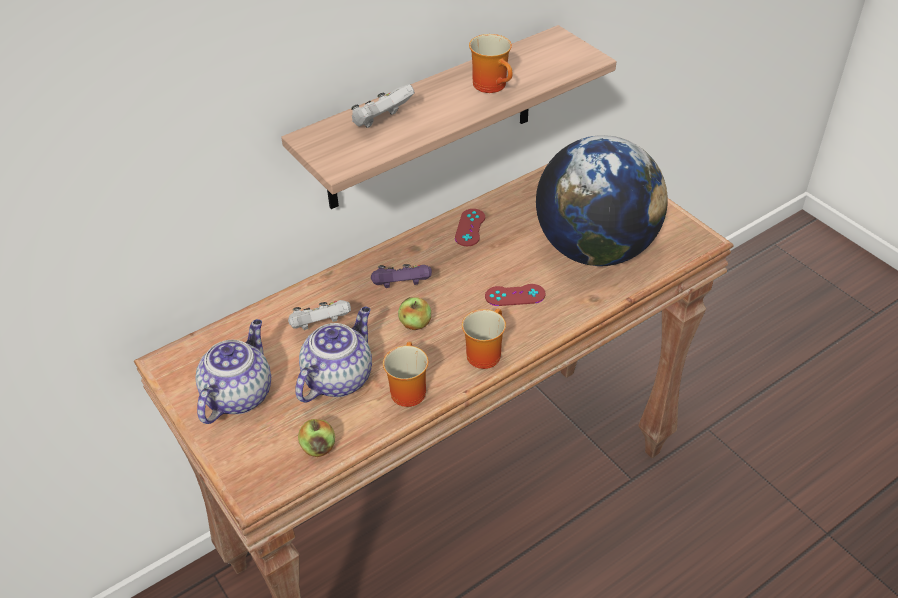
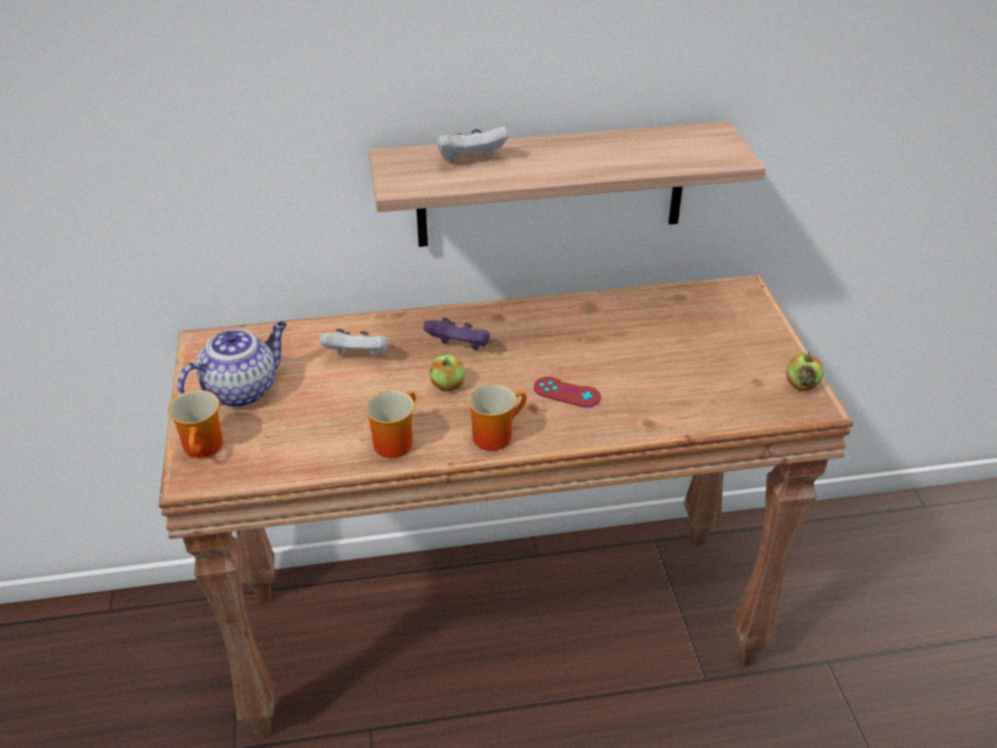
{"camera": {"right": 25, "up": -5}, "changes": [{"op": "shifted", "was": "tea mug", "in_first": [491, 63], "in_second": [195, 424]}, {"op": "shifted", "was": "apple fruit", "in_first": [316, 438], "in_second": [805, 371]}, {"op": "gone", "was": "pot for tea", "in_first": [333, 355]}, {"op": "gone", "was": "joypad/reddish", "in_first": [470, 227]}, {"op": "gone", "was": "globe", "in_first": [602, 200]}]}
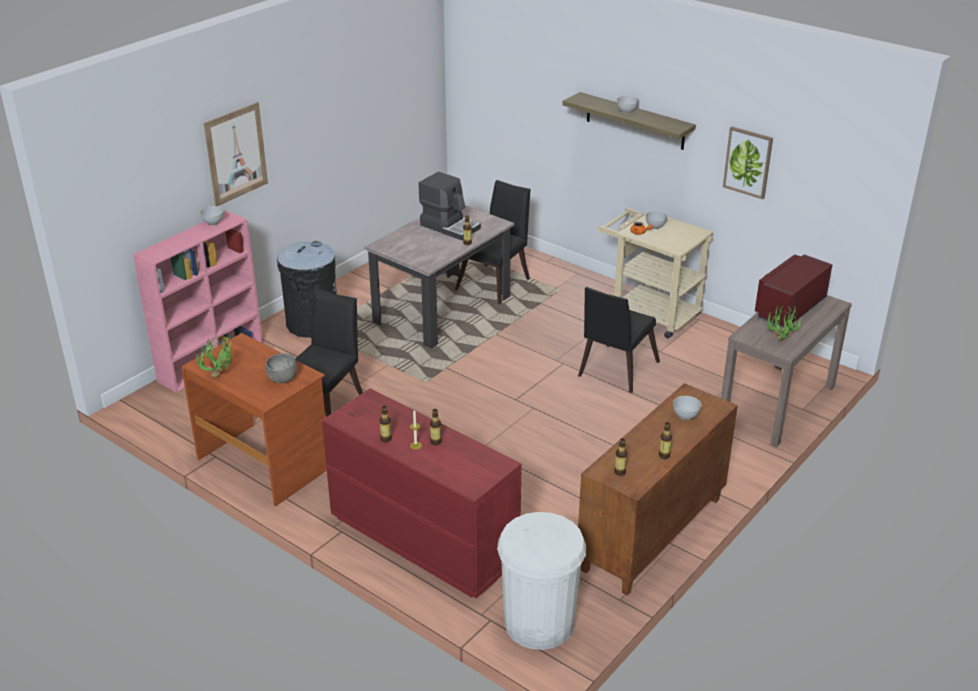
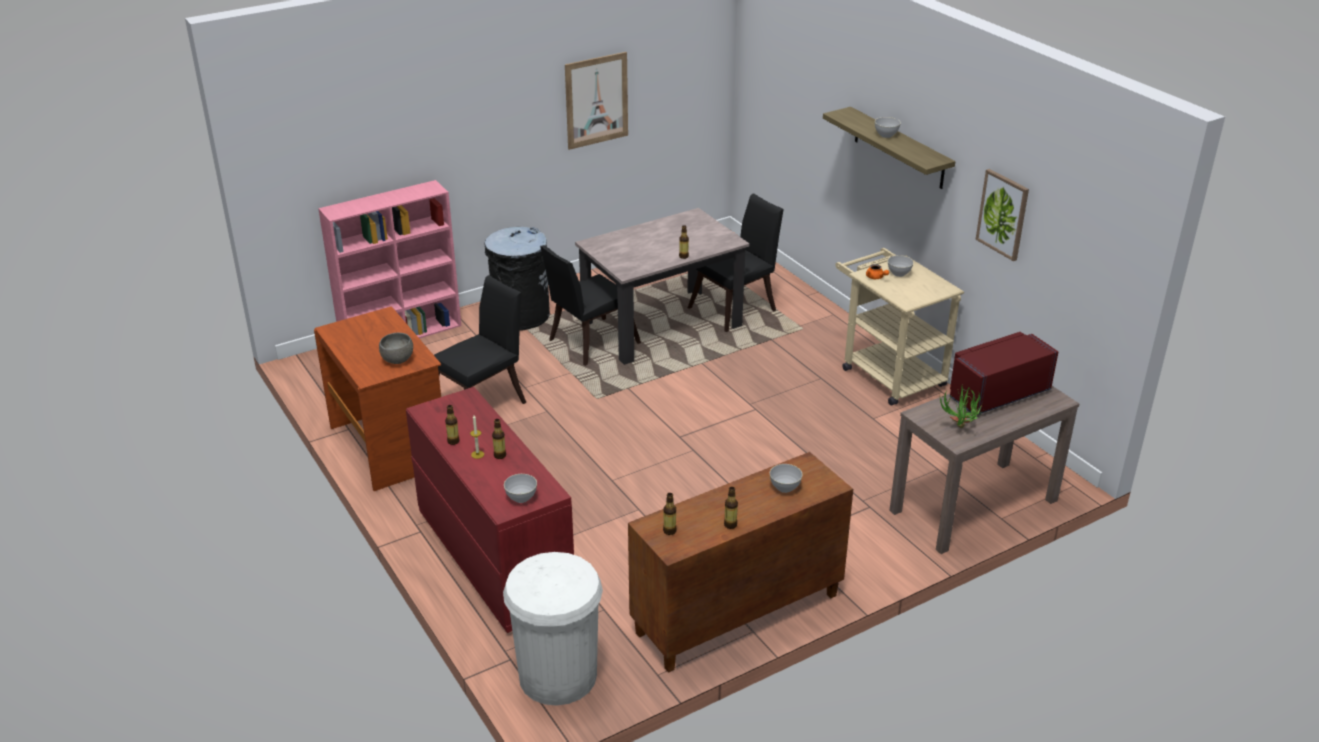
{"camera": {"right": 20, "up": 0}, "changes": [{"op": "shifted", "was": "serving bowl/gray", "in_first": [212, 215], "in_second": [520, 488]}, {"op": "shifted", "was": "chair/black-coloured", "in_first": [619, 340], "in_second": [590, 305]}, {"op": "shifted", "was": "wall art", "in_first": [236, 154], "in_second": [596, 101]}, {"op": "gone", "was": "houseplant", "in_first": [214, 356]}, {"op": "gone", "was": "coffee maker", "in_first": [450, 206]}]}
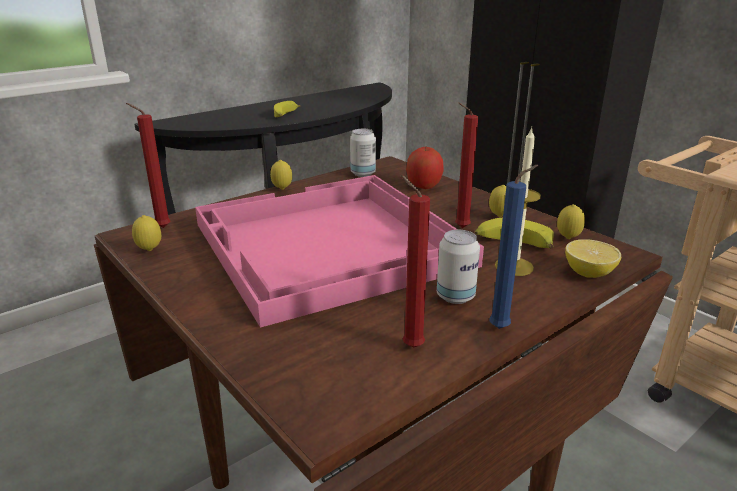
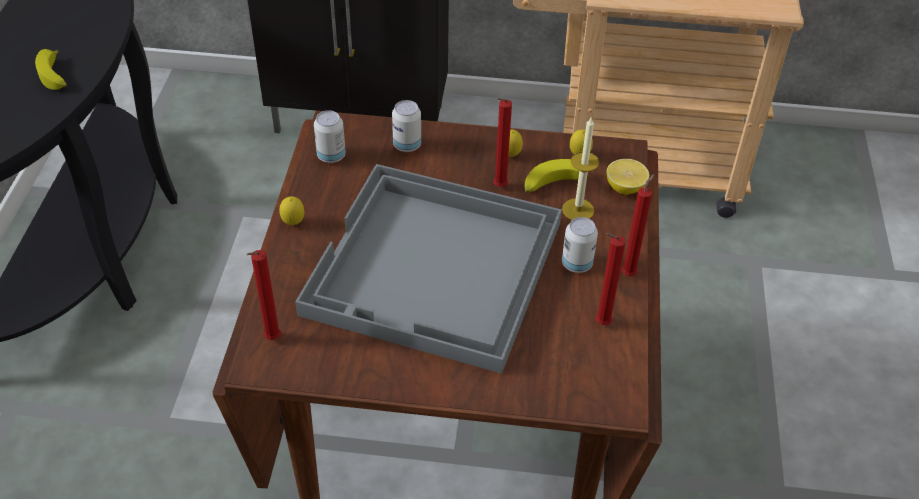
{"camera": {"right": -45, "up": 20}, "changes": [{"op": "repainted", "was": "tray/pinkish", "now": "tray/gray", "in_first": [339, 251], "in_second": [428, 269]}, {"op": "swapped", "was": "apple fruit", "now": "can", "in_first": [425, 168], "in_second": [406, 126]}, {"op": "repainted", "was": "wax candle/blue", "now": "wax candle/reddish", "in_first": [513, 247], "in_second": [638, 225]}, {"op": "gone", "was": "citrus fruit", "in_first": [146, 233]}]}
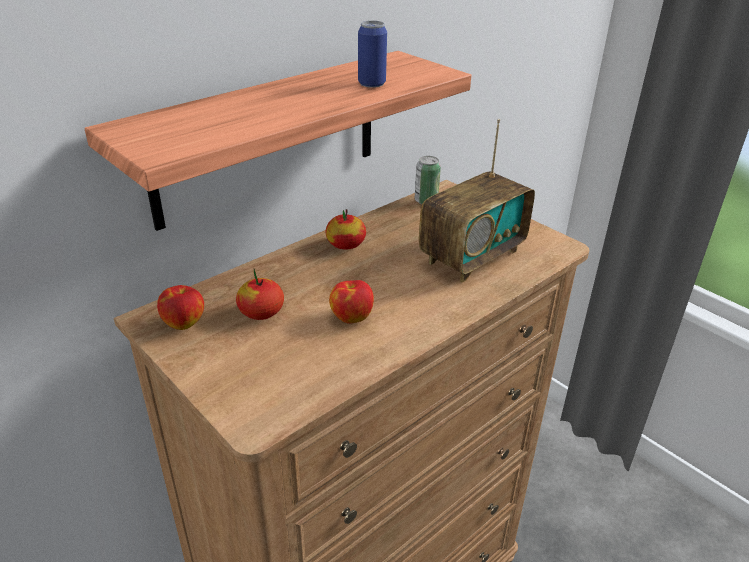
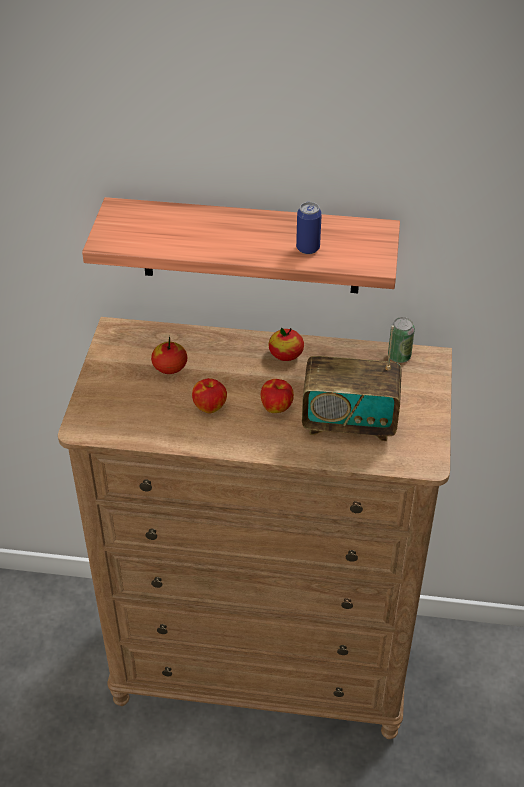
{"camera": {"right": 50, "up": 10}, "changes": [{"op": "shifted", "was": "apple fruit", "in_first": [180, 307], "in_second": [277, 396]}]}
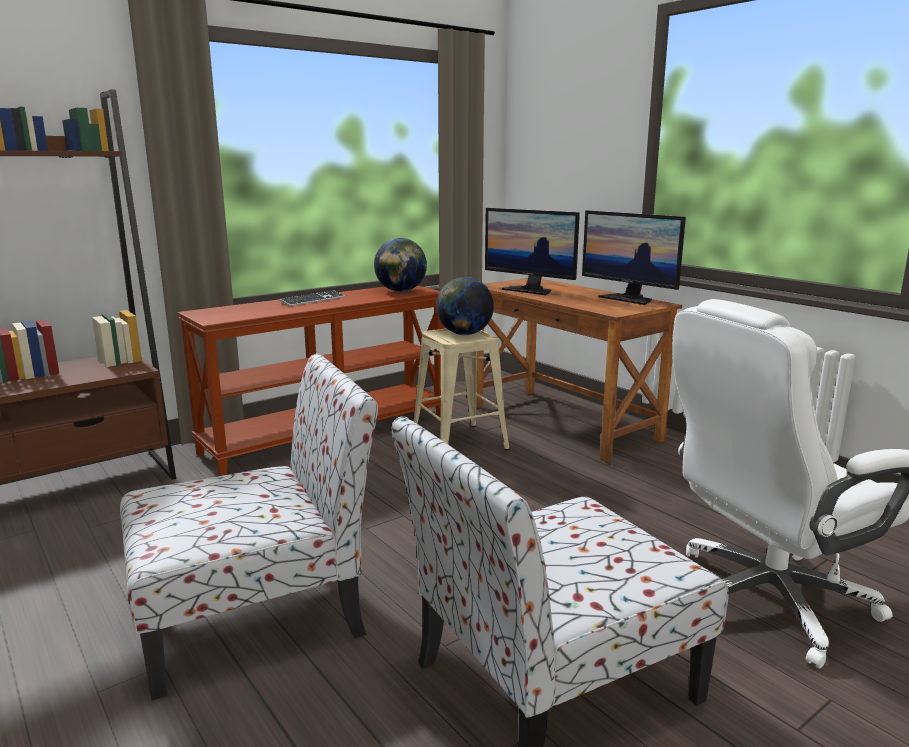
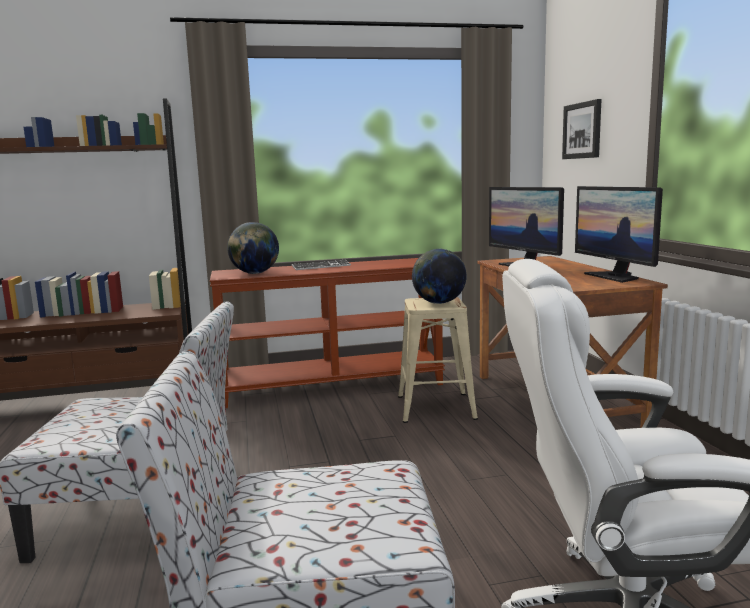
{"camera": {"right": 25, "up": -5}, "changes": [{"op": "shifted", "was": "globe", "in_first": [400, 265], "in_second": [253, 248]}, {"op": "new", "now": "wall art", "in_second": [581, 129]}]}
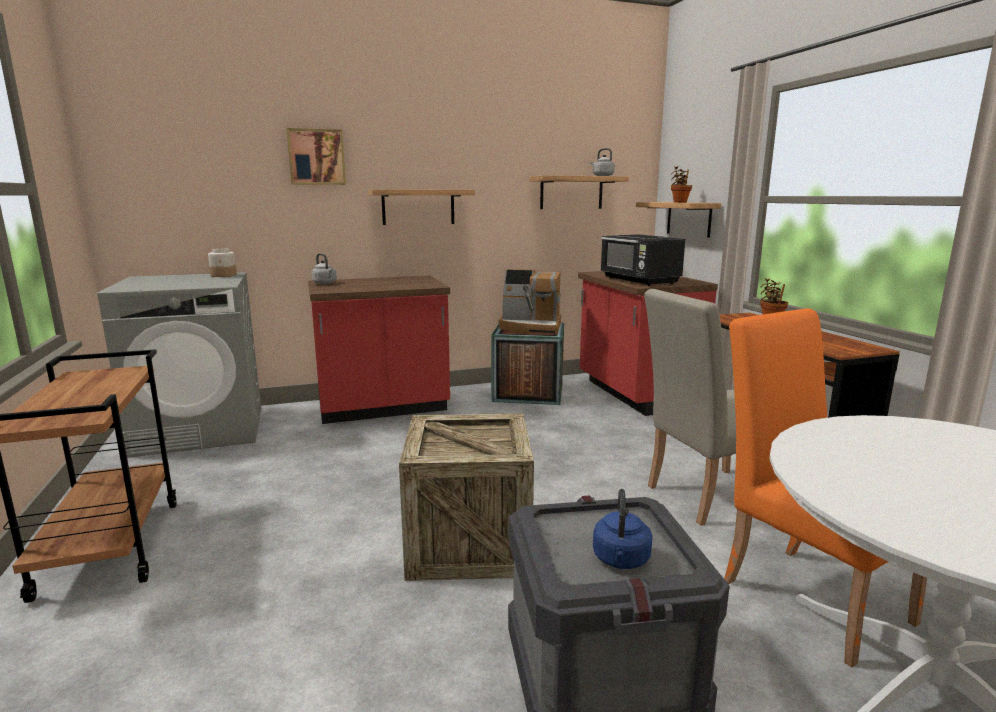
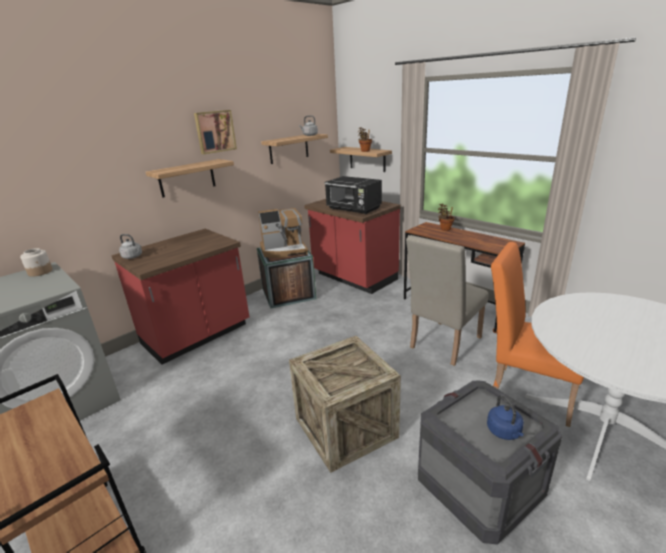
{"camera": {"right": -25, "up": 10}, "changes": [{"op": "shifted", "was": "wall art", "in_first": [316, 156], "in_second": [215, 132]}]}
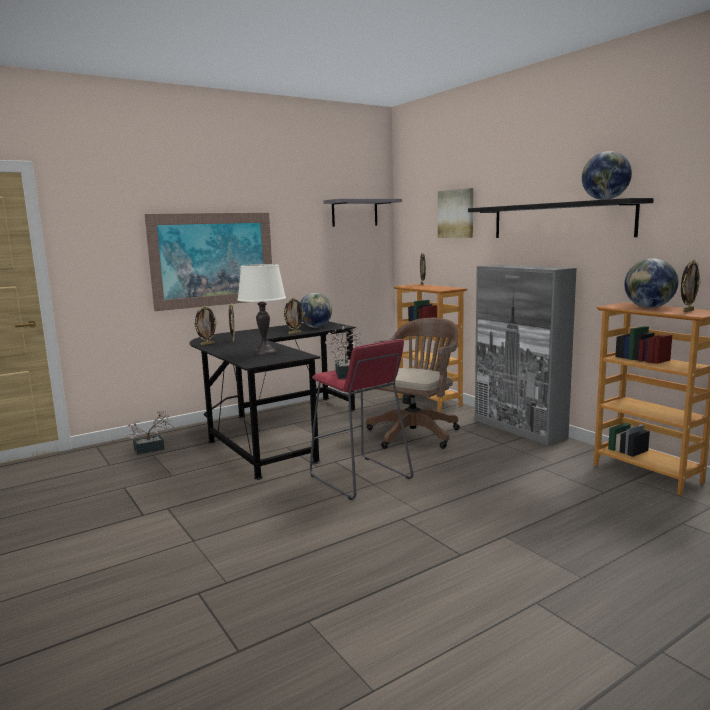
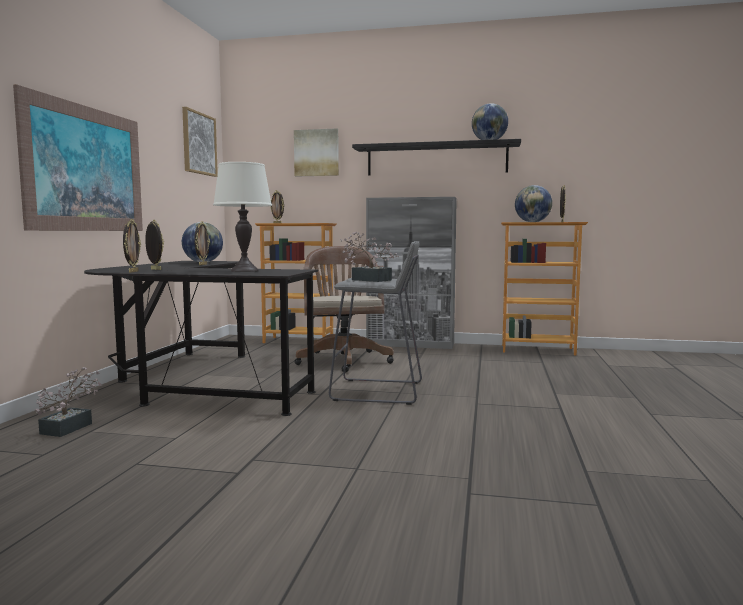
{"camera": {"right": -45, "up": -5}, "changes": [{"op": "swapped", "was": "shelf/gray", "now": "wall art", "in_first": [362, 213], "in_second": [200, 142]}, {"op": "repainted", "was": "stool/reddish", "now": "stool/gray", "in_first": [361, 419], "in_second": [375, 323]}]}
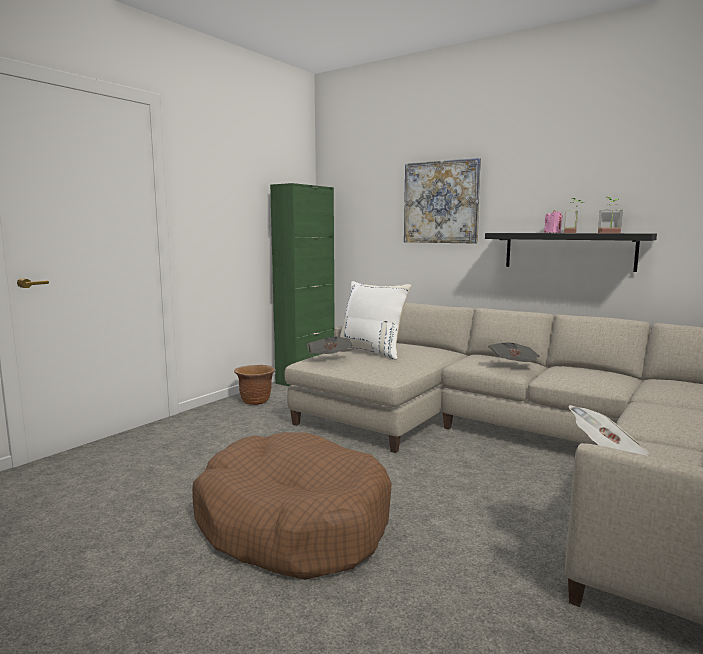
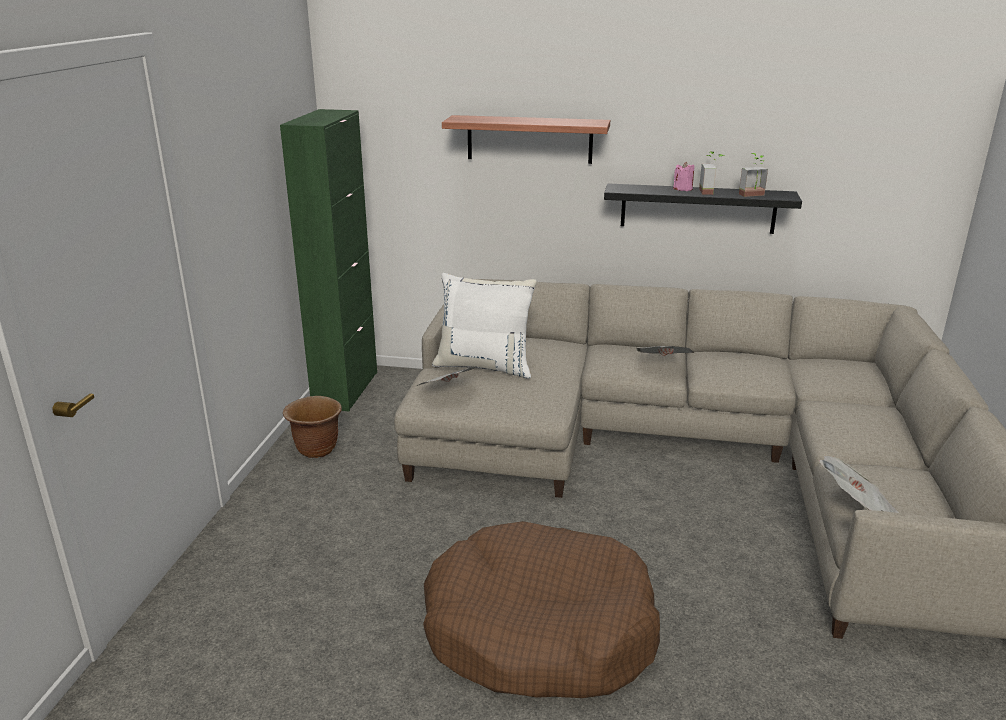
{"camera": {"right": -25, "up": 15}, "changes": [{"op": "swapped", "was": "wall art", "now": "shelf", "in_first": [442, 201], "in_second": [526, 139]}]}
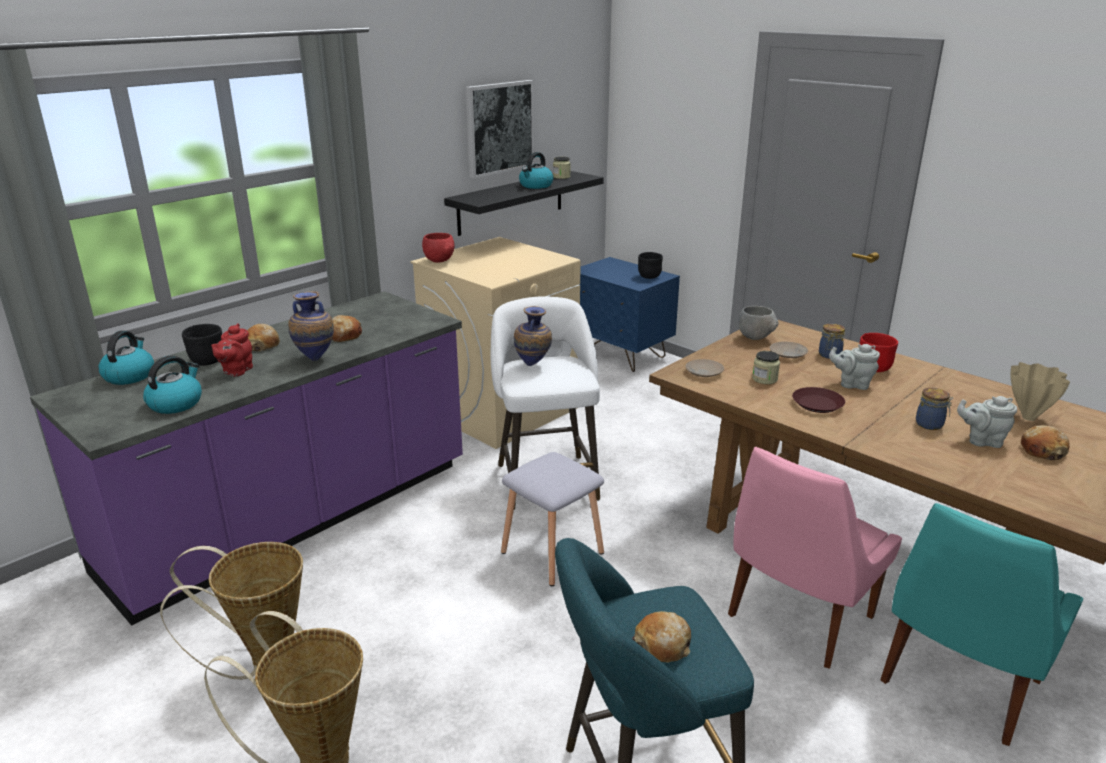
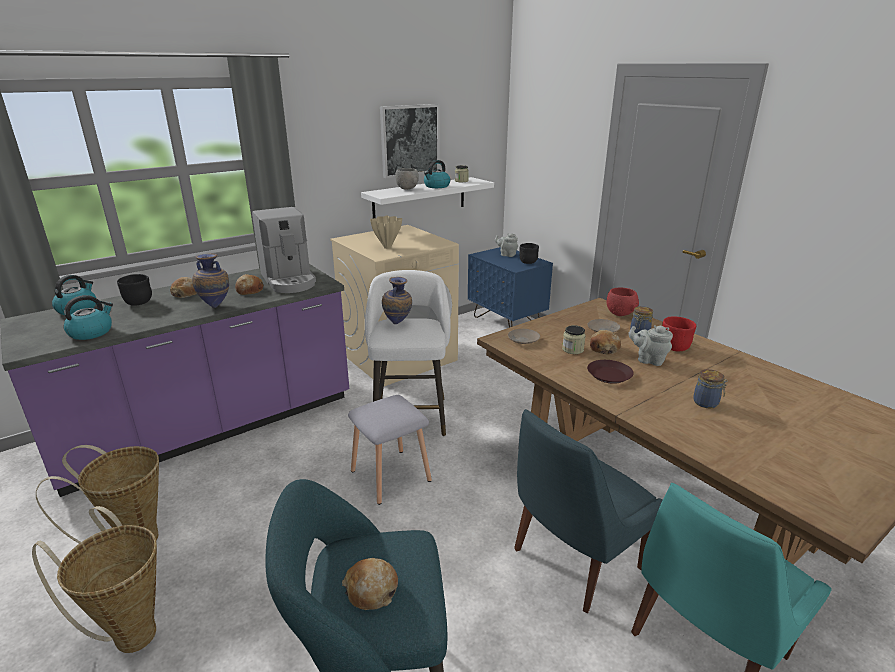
{"camera": {"right": 10, "up": 0}, "changes": [{"op": "new", "now": "coffee maker", "in_second": [284, 250]}, {"op": "repainted", "was": "shelf/black-coloured", "now": "shelf/whitish", "in_first": [524, 203], "in_second": [427, 197]}, {"op": "shifted", "was": "flower vase/beige-coloured", "in_first": [1040, 391], "in_second": [386, 232]}, {"op": "shifted", "was": "serving bowl/gray", "in_first": [759, 323], "in_second": [407, 179]}, {"op": "shifted", "was": "pot for tea/gray", "in_first": [987, 422], "in_second": [506, 245]}, {"op": "repainted", "was": "chair/pinkish", "now": "chair/blue", "in_first": [815, 558], "in_second": [588, 511]}, {"op": "shifted", "was": "bakery bread", "in_first": [1045, 442], "in_second": [605, 342]}, {"op": "shifted", "was": "serving bowl/reddish", "in_first": [438, 248], "in_second": [623, 301]}, {"op": "gone", "was": "pot for tea/reddish", "in_first": [232, 350]}]}
